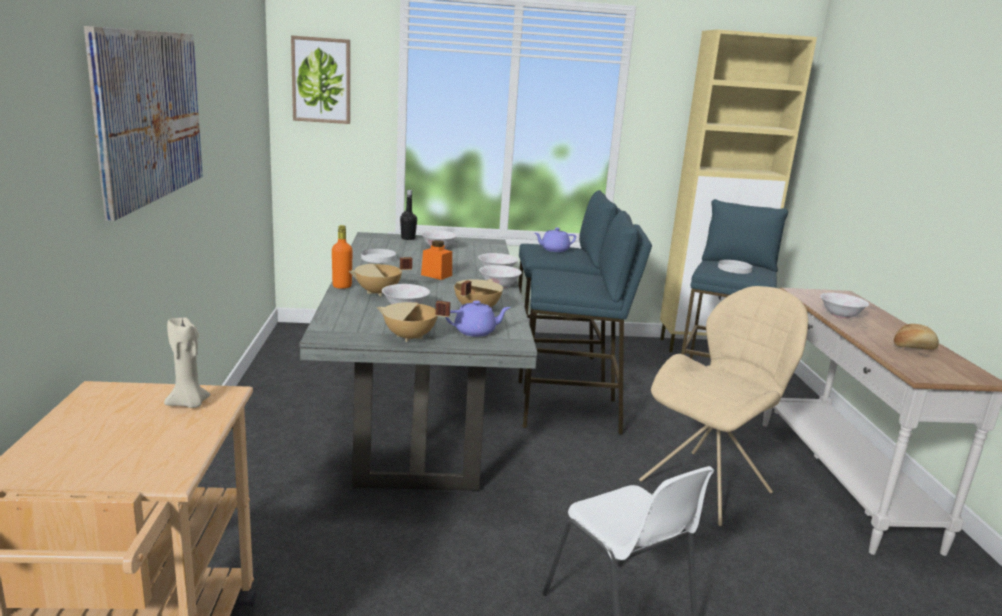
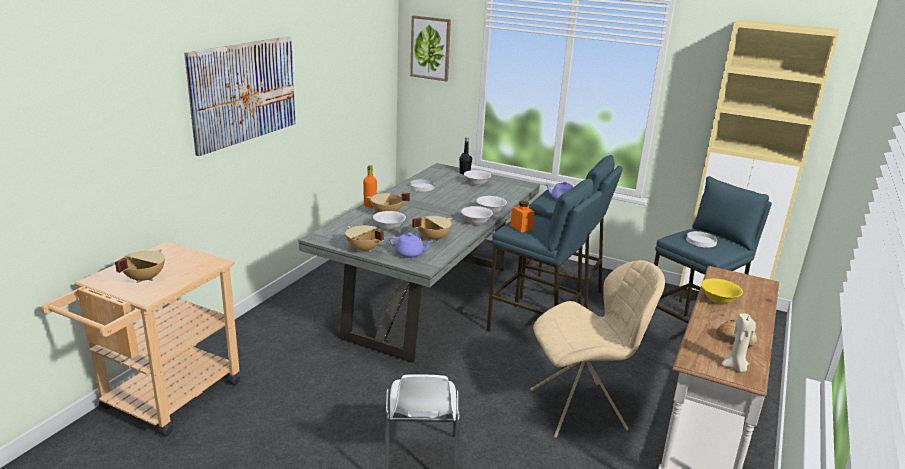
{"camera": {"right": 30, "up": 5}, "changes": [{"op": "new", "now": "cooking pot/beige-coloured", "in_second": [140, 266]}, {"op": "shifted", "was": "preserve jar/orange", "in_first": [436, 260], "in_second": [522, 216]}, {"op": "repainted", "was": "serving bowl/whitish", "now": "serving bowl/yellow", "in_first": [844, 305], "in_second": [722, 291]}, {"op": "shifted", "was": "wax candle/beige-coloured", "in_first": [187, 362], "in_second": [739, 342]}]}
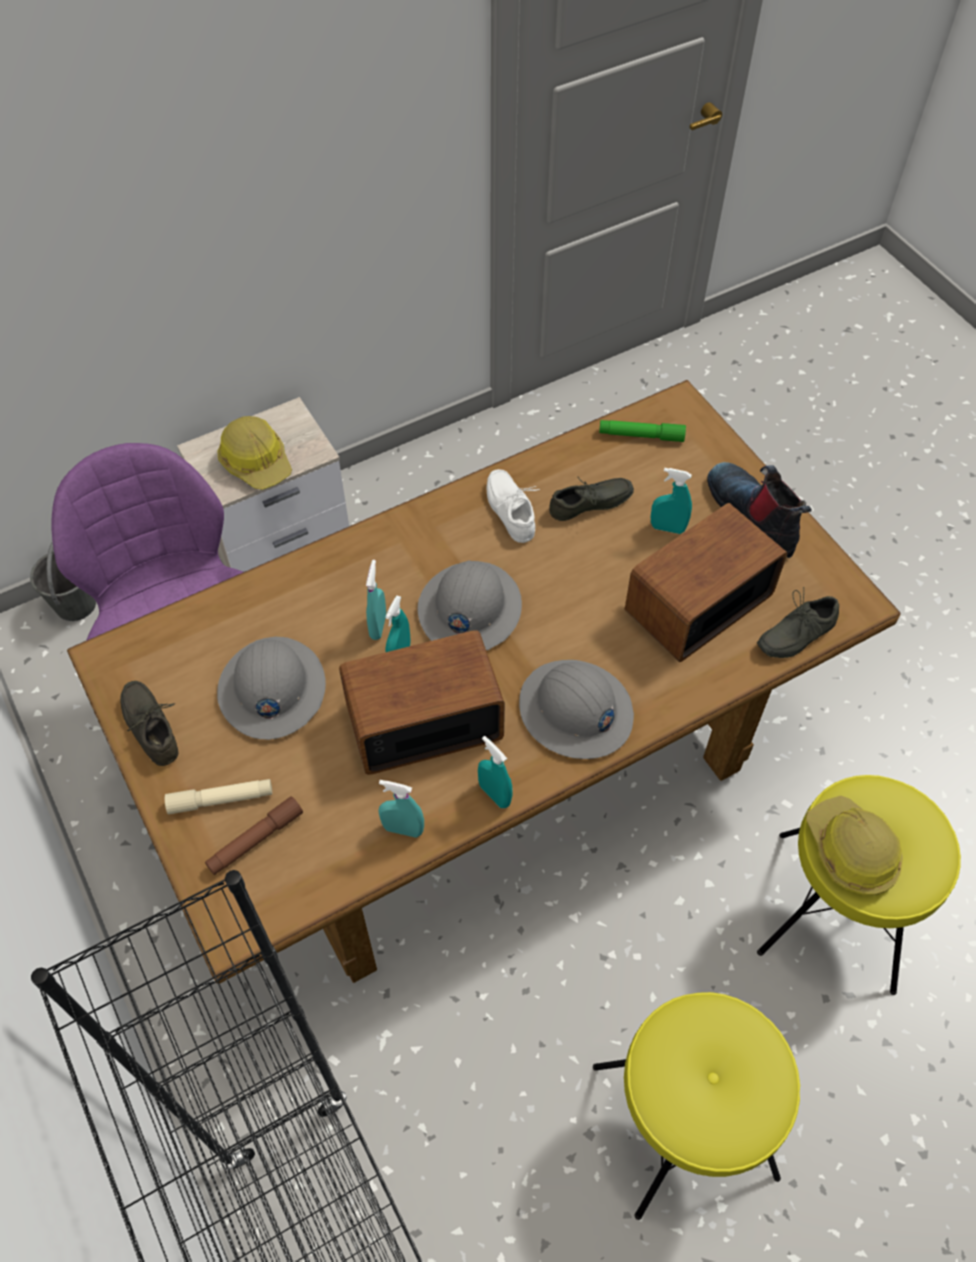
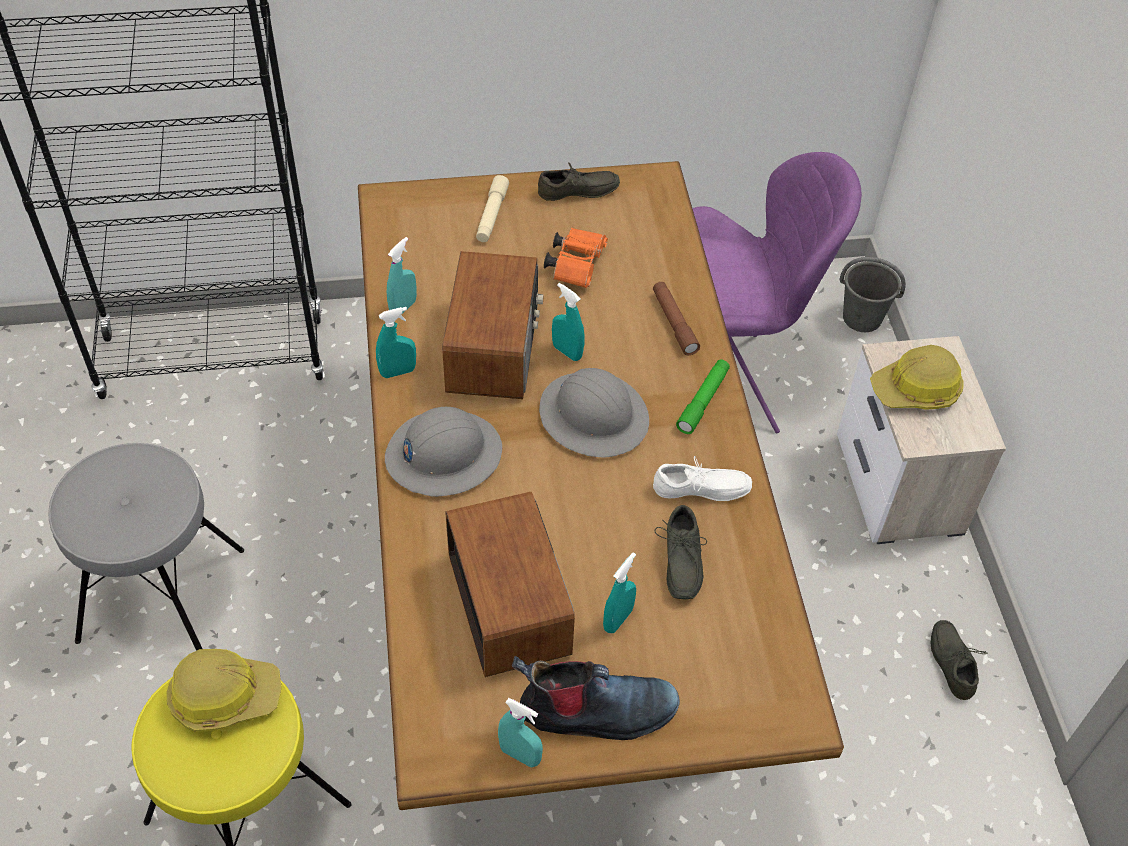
{"camera": {"right": 110, "up": -5}, "changes": [{"op": "repainted", "was": "stool/yellow", "now": "stool/gray", "in_first": [696, 1106], "in_second": [146, 547]}, {"op": "shifted", "was": "hand sprayer/turquoise-coloured", "in_first": [376, 600], "in_second": [520, 733]}, {"op": "swapped", "was": "safety helmet/gray", "now": "binoculars/orange", "in_first": [271, 688], "in_second": [576, 258]}, {"op": "shifted", "was": "flashlight/brown", "in_first": [254, 835], "in_second": [676, 318]}, {"op": "shifted", "was": "flashlight/green-coloured", "in_first": [642, 431], "in_second": [703, 396]}, {"op": "shifted", "was": "shoe/gray", "in_first": [798, 622], "in_second": [959, 660]}]}
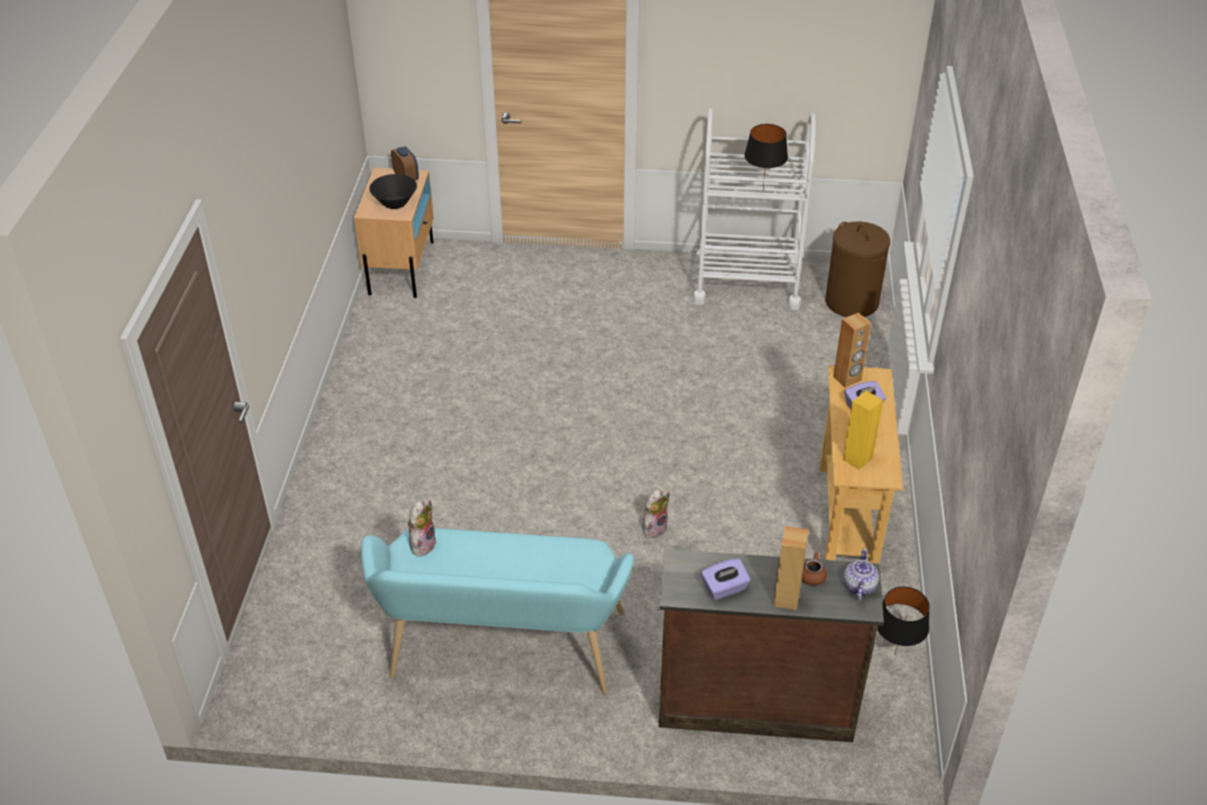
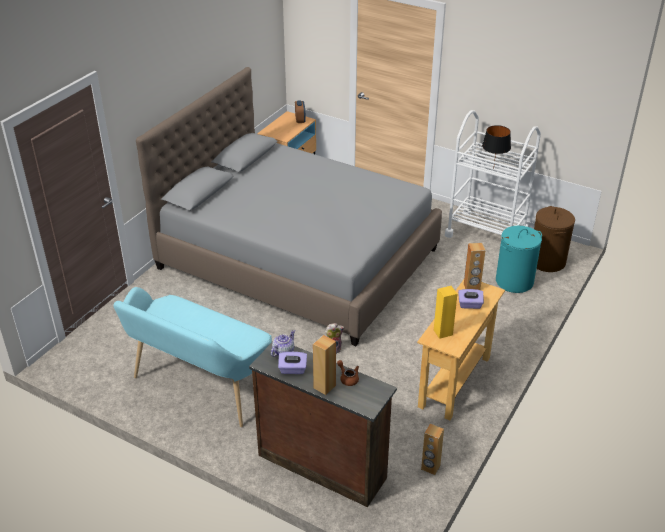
{"camera": {"right": 25, "up": -5}, "changes": [{"op": "new", "now": "sleeping bed/gray", "in_second": [289, 206]}, {"op": "shifted", "was": "pot for tea", "in_first": [861, 574], "in_second": [283, 343]}, {"op": "swapped", "was": "lamp for a table/black-coloured", "now": "loudspeaker/brown", "in_first": [903, 620], "in_second": [432, 449]}, {"op": "new", "now": "laundry basket/turquoise-coloured", "in_second": [519, 259]}, {"op": "gone", "was": "serving bowl/black-coloured", "in_first": [393, 191]}, {"op": "gone", "was": "soft toy", "in_first": [422, 528]}]}
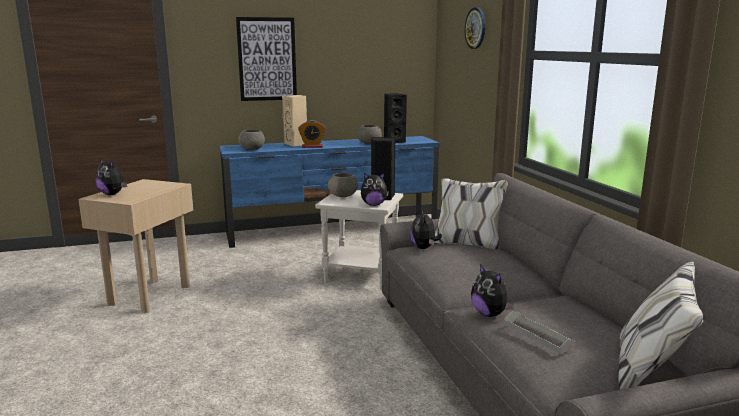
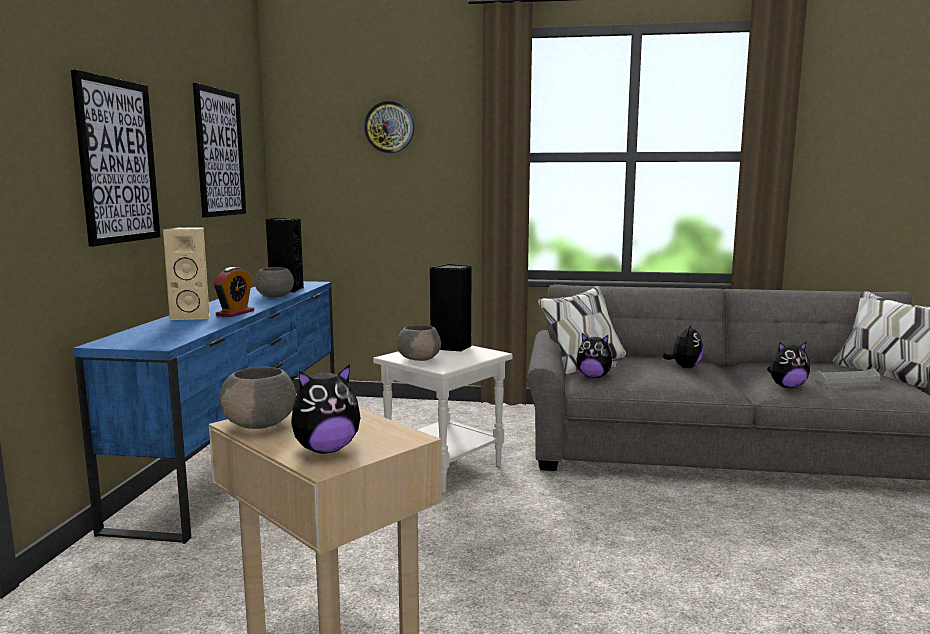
{"camera": {"right": -65, "up": -5}, "changes": [{"op": "new", "now": "wall art", "in_second": [219, 150]}, {"op": "shifted", "was": "serving bowl/gray", "in_first": [251, 140], "in_second": [257, 398]}, {"op": "shifted", "was": "soft toy", "in_first": [375, 189], "in_second": [682, 345]}]}
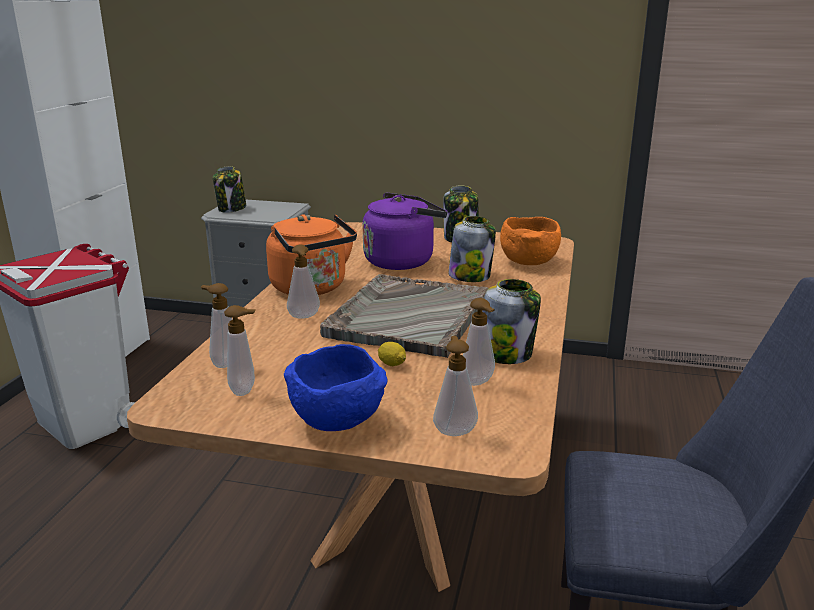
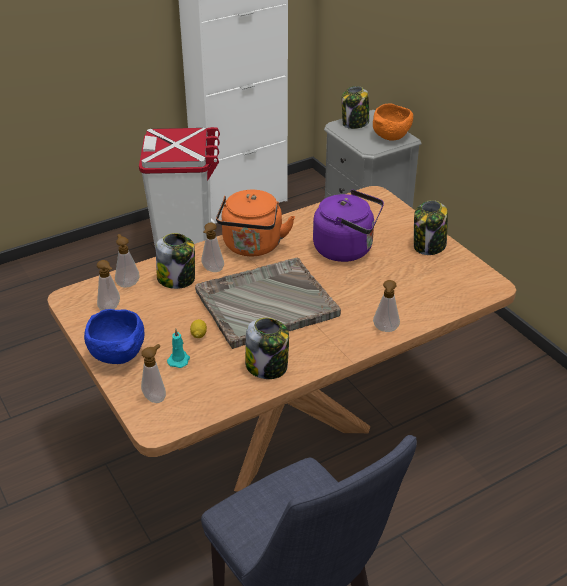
{"camera": {"right": 45, "up": 15}, "changes": [{"op": "shifted", "was": "preserve jar", "in_first": [472, 249], "in_second": [175, 261]}, {"op": "new", "now": "wax candle/turquoise-coloured", "in_second": [178, 348]}, {"op": "shifted", "was": "serving bowl/orange", "in_first": [530, 241], "in_second": [393, 121]}, {"op": "shifted", "was": "soap bottle", "in_first": [479, 342], "in_second": [386, 306]}]}
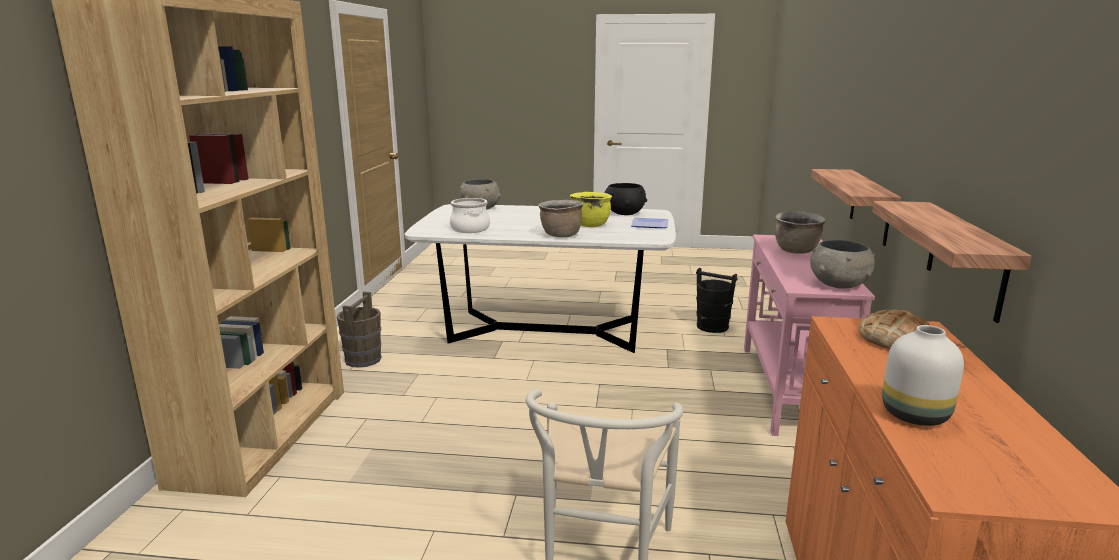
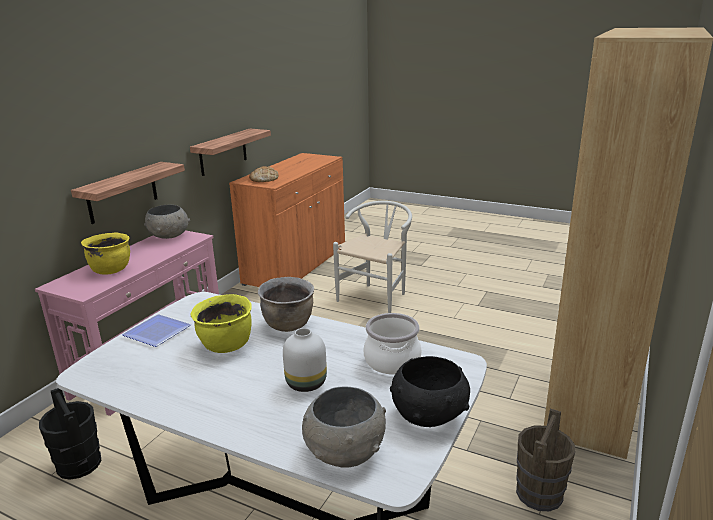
{"camera": {"right": -160, "up": 5}, "changes": [{"op": "repainted", "was": "cooking pot/brown", "now": "cooking pot/yellow", "in_first": [800, 232], "in_second": [105, 253]}, {"op": "shifted", "was": "flower vase/whitish", "in_first": [923, 375], "in_second": [305, 360]}, {"op": "shifted", "was": "serving bowl/black-coloured", "in_first": [625, 199], "in_second": [430, 391]}]}
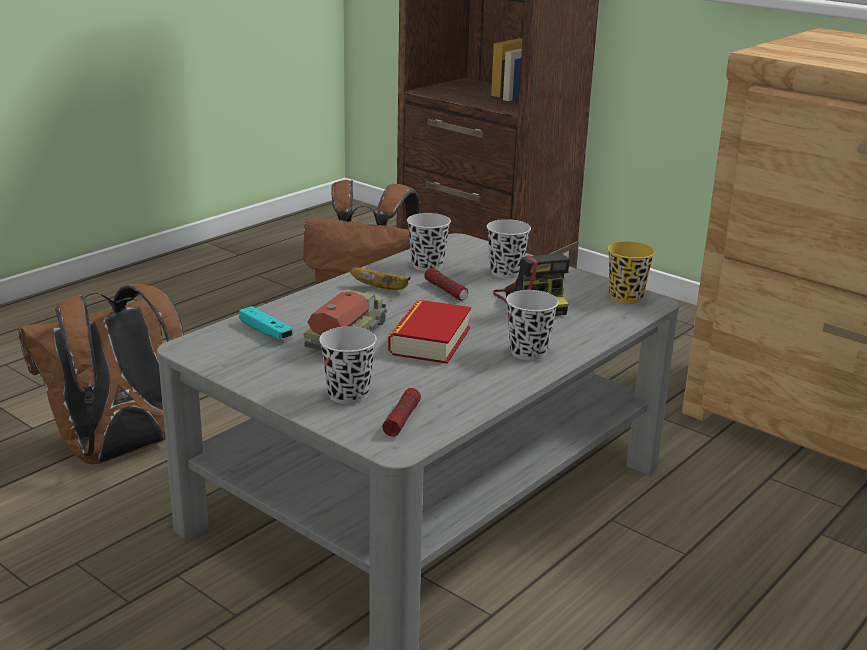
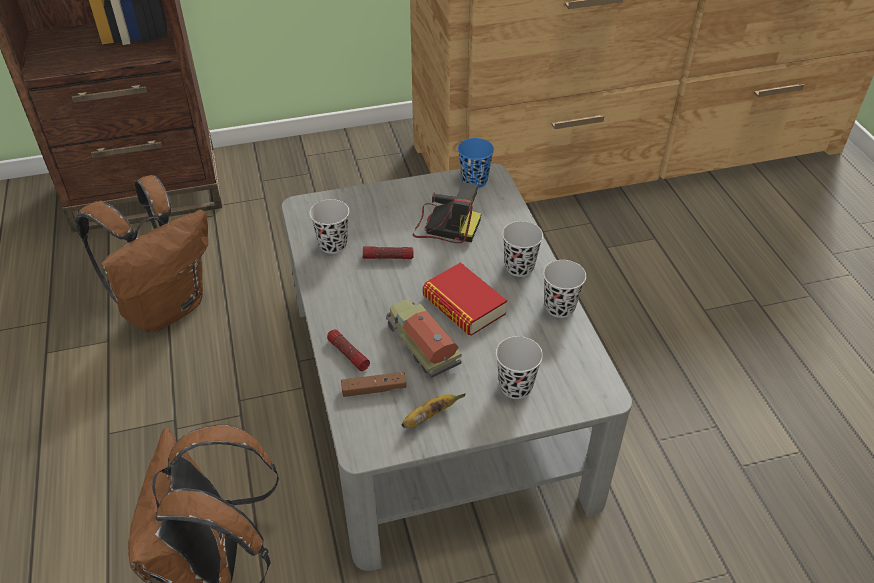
{"camera": {"right": -55, "up": 20}, "changes": [{"op": "shifted", "was": "flashlight", "in_first": [401, 412], "in_second": [348, 350]}, {"op": "repainted", "was": "joypad/turquoise-coloured", "now": "joypad/brown", "in_first": [266, 323], "in_second": [373, 384]}, {"op": "shifted", "was": "banana", "in_first": [380, 279], "in_second": [434, 410]}, {"op": "repainted", "was": "drinking cup/yellow", "now": "drinking cup/blue", "in_first": [631, 272], "in_second": [476, 163]}, {"op": "shifted", "was": "drinking cup/black-coloured", "in_first": [509, 248], "in_second": [564, 289]}]}
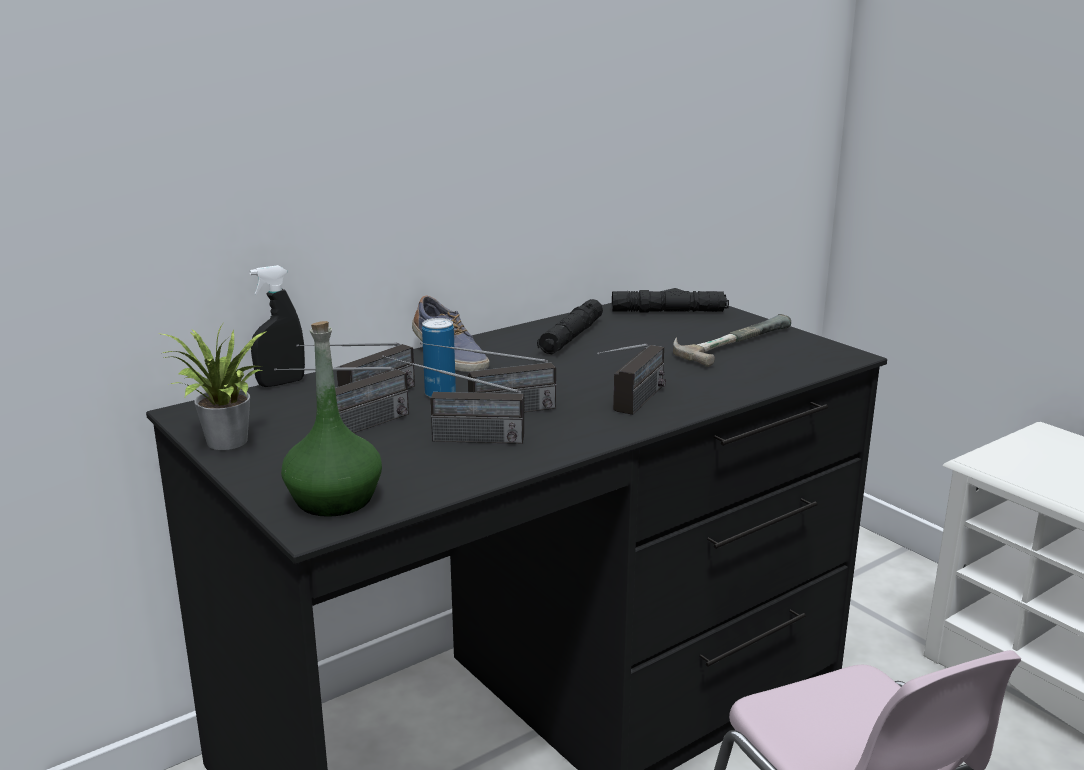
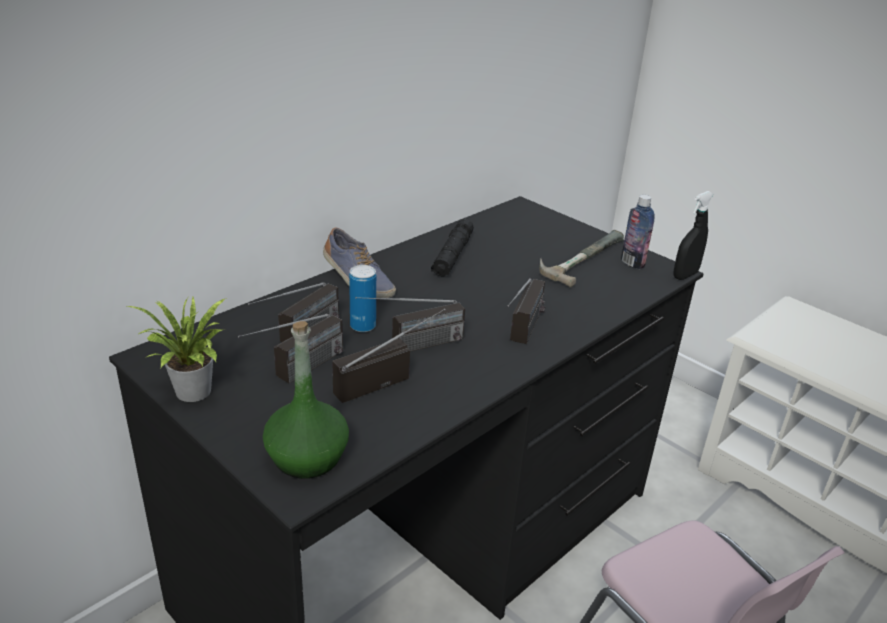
{"camera": {"right": -10, "up": 10}, "changes": [{"op": "rotated", "was": "radio receiver", "in_first": [453, 399], "in_second": [389, 355], "clockwise": 150}, {"op": "new", "now": "drink bottle", "in_second": [638, 232]}, {"op": "shifted", "was": "hand sprayer/black-coloured", "in_first": [277, 326], "in_second": [693, 235]}, {"op": "gone", "was": "flashlight/black-coloured", "in_first": [670, 301]}]}
